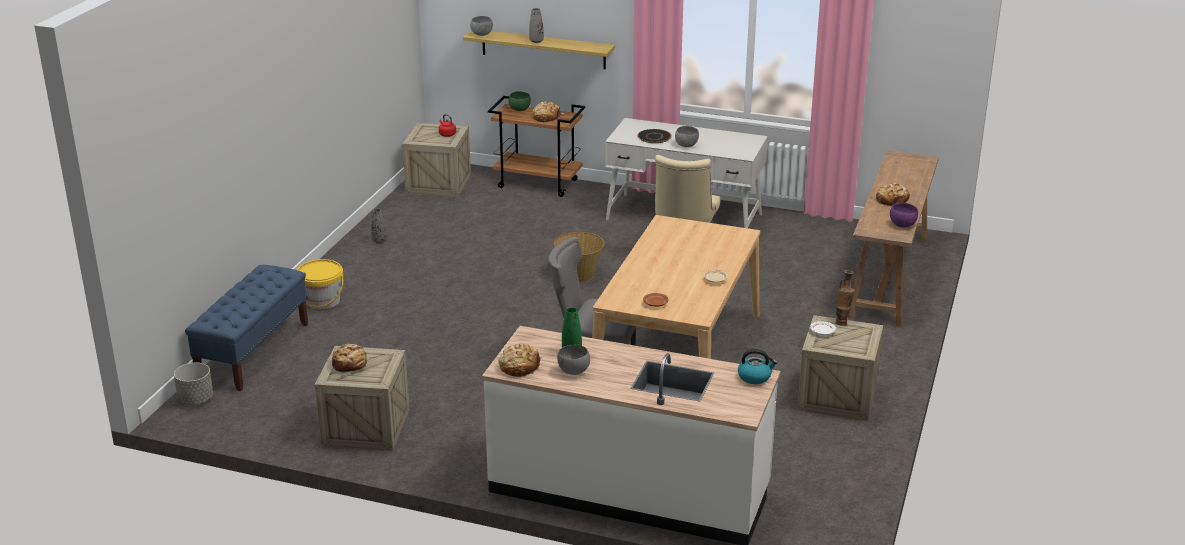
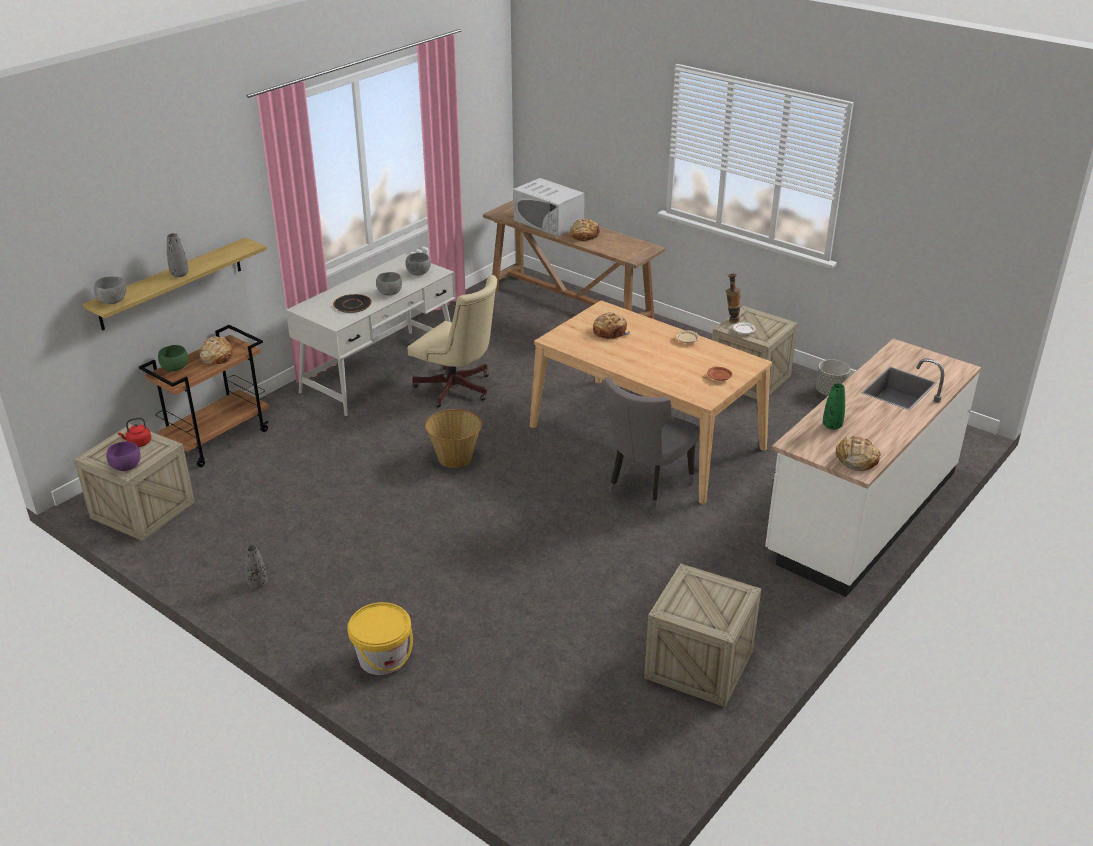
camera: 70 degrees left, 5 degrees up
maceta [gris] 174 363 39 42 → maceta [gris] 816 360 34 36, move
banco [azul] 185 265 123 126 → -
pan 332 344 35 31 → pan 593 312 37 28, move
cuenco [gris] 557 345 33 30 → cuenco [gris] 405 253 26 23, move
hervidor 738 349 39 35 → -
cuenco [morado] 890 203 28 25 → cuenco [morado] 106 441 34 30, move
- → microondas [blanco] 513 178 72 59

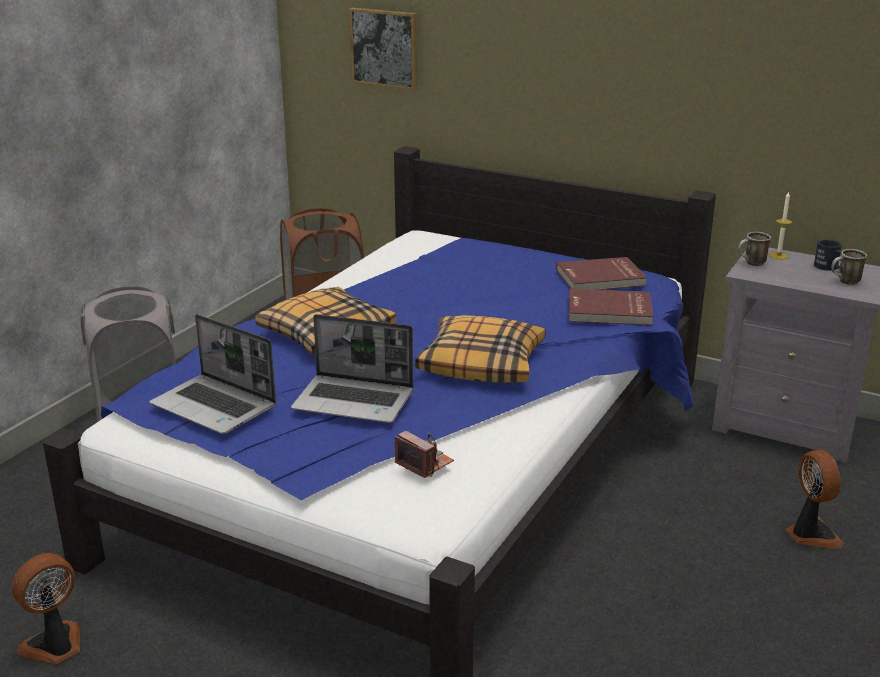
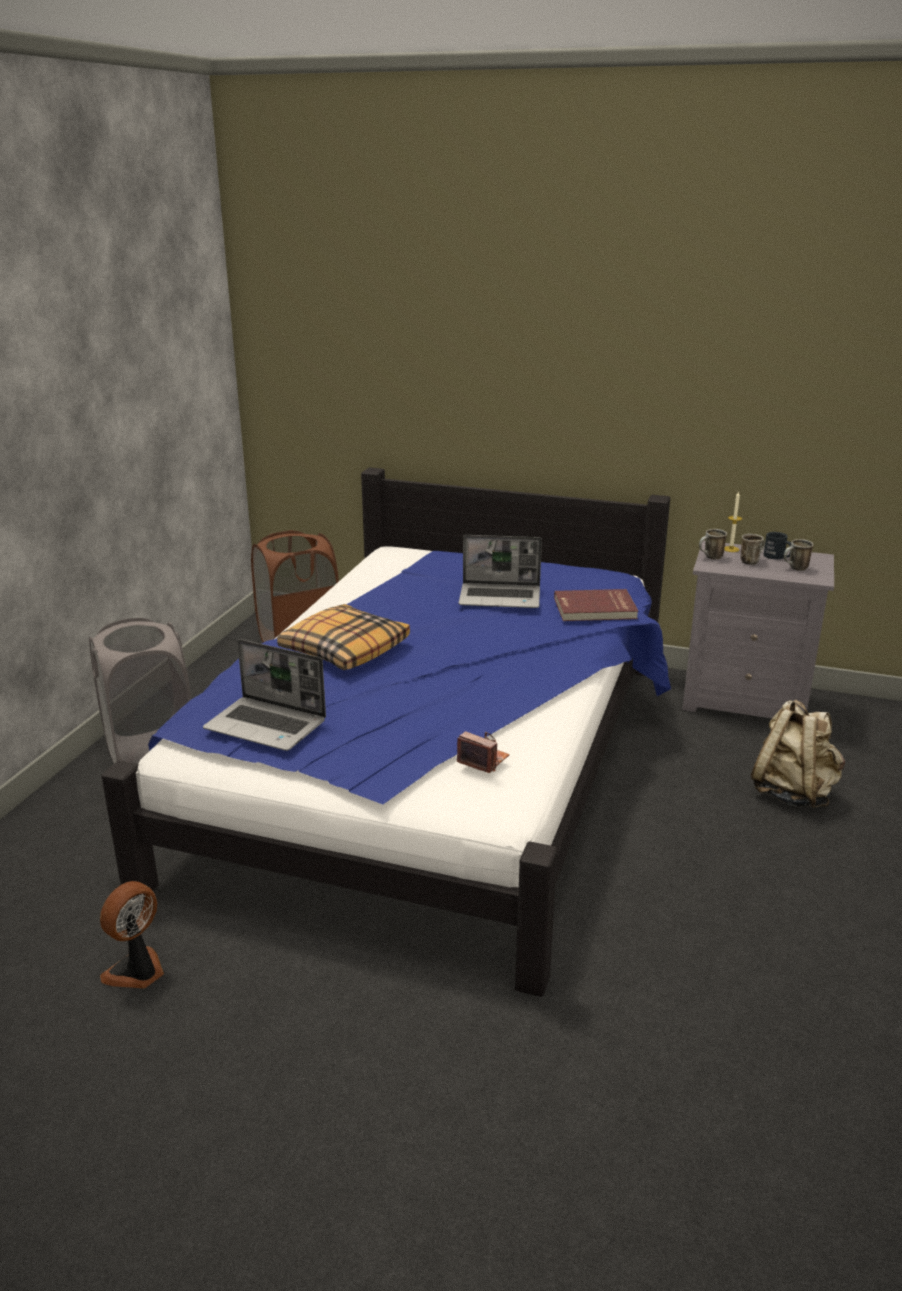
camera: 10 degrees left, 0 degrees up
portátil 291 314 122 109 → portátil 459 535 83 73, move
cuadro 349 8 68 82 → -
cojín 415 315 131 68 → -
libro [rojo] 556 257 91 33 → -
ventilador 786 450 58 98 → mochila [beis] 751 699 94 109
- → taza grande 740 534 25 31

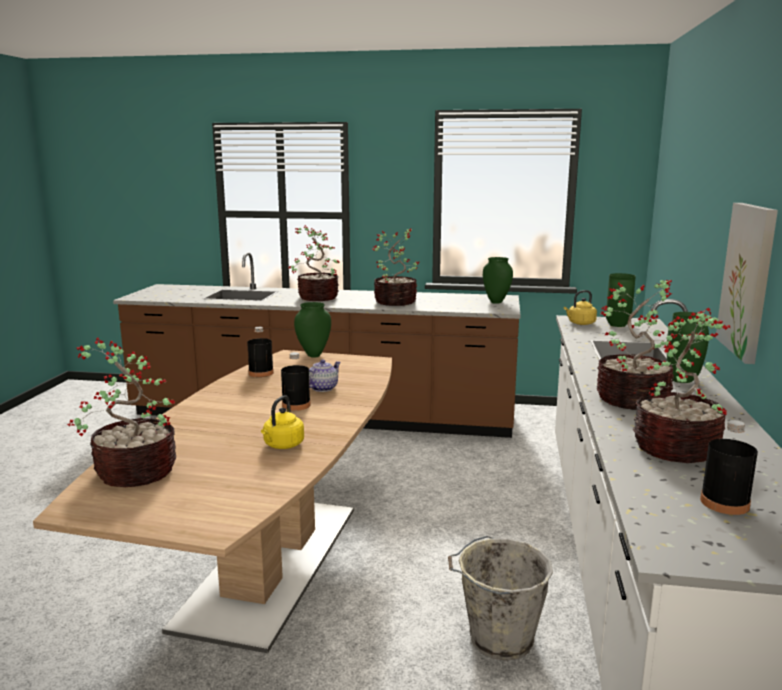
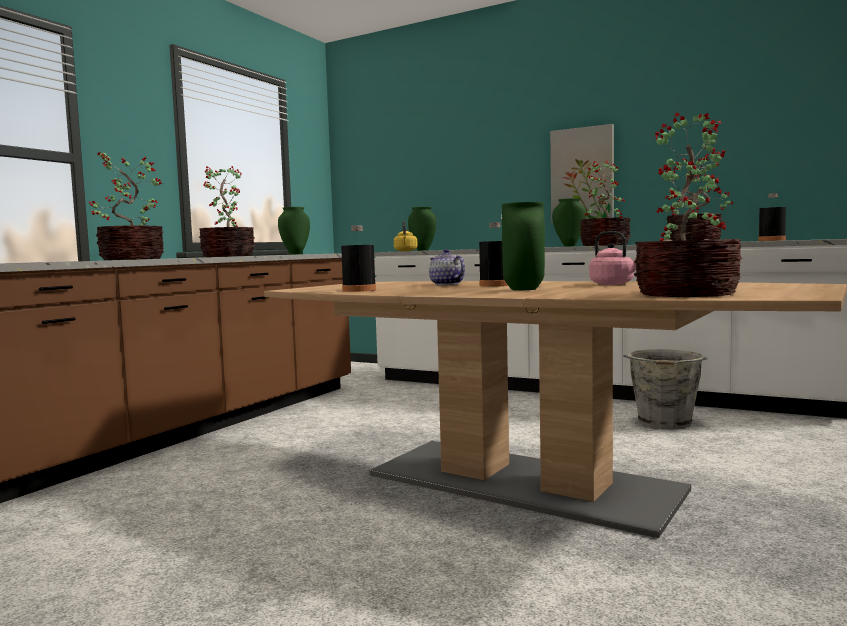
camera: 70 degrees left, 10 degrees down
hervidor [amarillo] 261 395 43 54 → hervidor [rosa] 589 231 48 54
florero [verde] 294 302 37 56 → florero [verde] 502 202 43 88, move

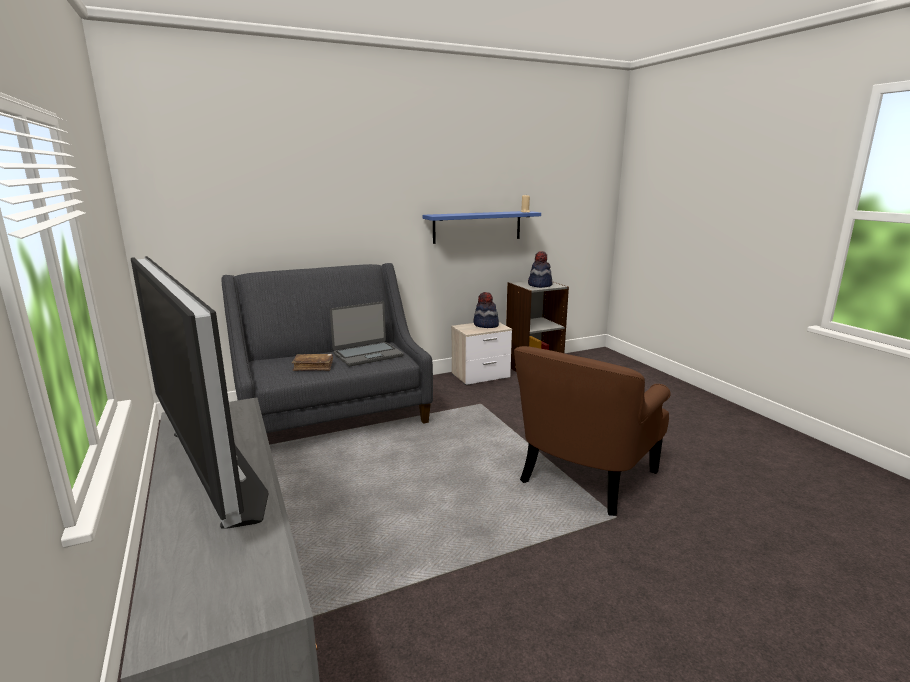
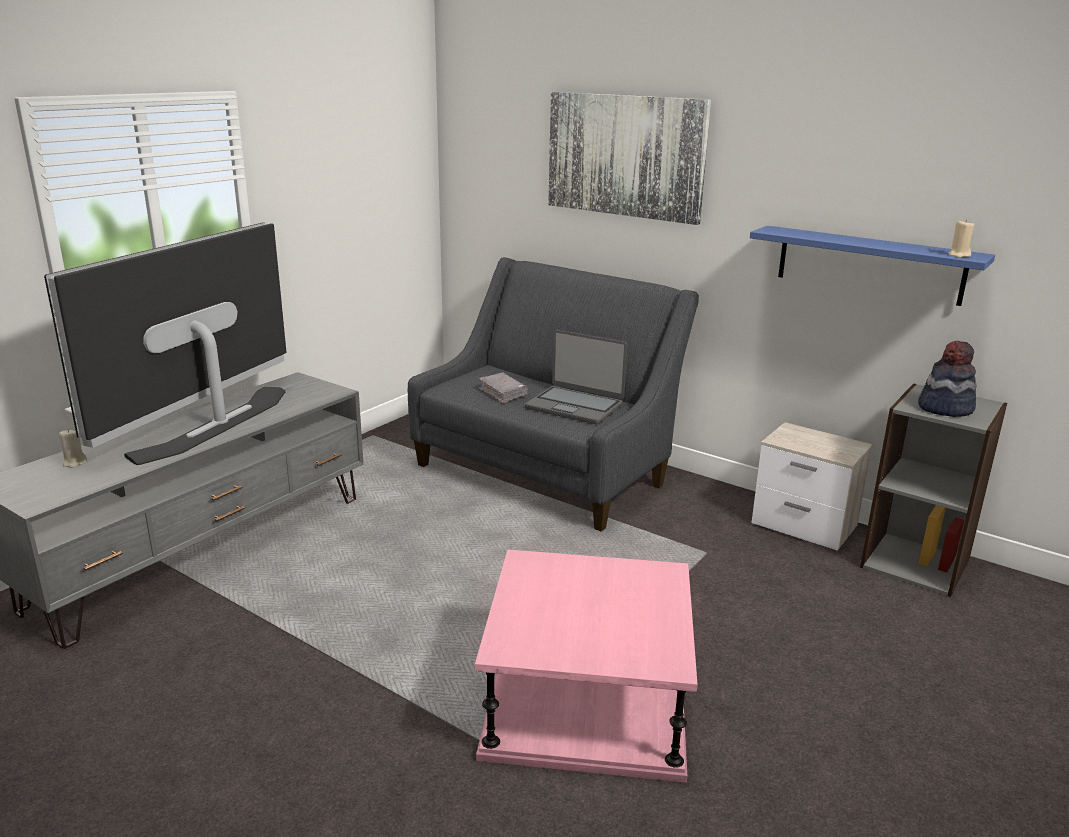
camera: 60 degrees right, 5 degrees up
libro [marrón] 292 354 41 17 → libro [gris] 479 373 49 31
sombrero 474 292 25 36 → -
sillón [marrón] 514 346 157 170 → mesa auxiliar [rosa] 475 549 223 234
- → vela [beis] 59 429 28 39
- → cuadro 548 92 163 133

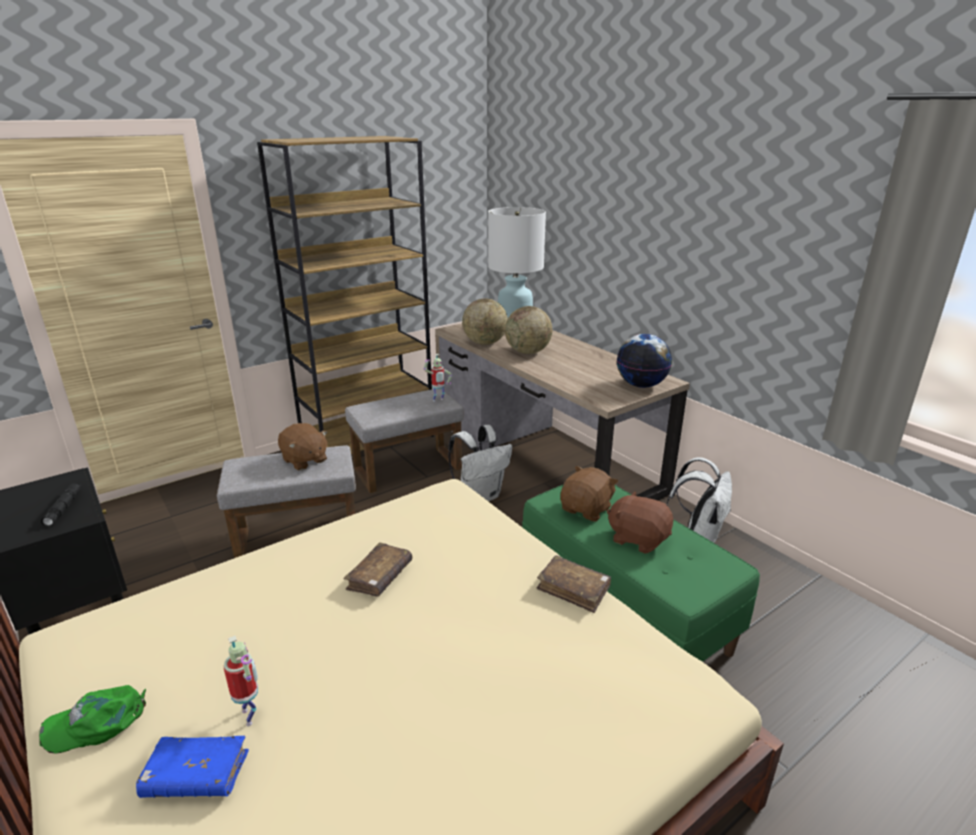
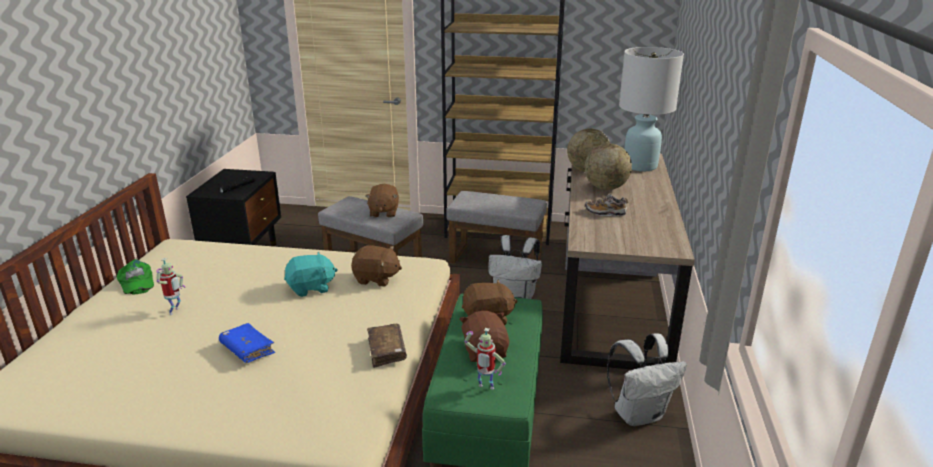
camera: 45 degrees right, 0 degrees up
gorra [verde] 39 685 107 69 → gorra [verde] 117 259 37 35, 150 degrees counterclockwise
libro [azul] 136 736 113 62 → libro [azul] 219 323 56 40, move
libro [marrón] 343 542 69 55 → peluche [turquesa] 284 252 54 45
robot de juguete 423 354 29 48 → robot de juguete 464 328 42 62, move
globo terráqueo 617 334 55 54 → -
- → peluche [marrón] 351 245 51 42
- → zapato 585 194 43 22

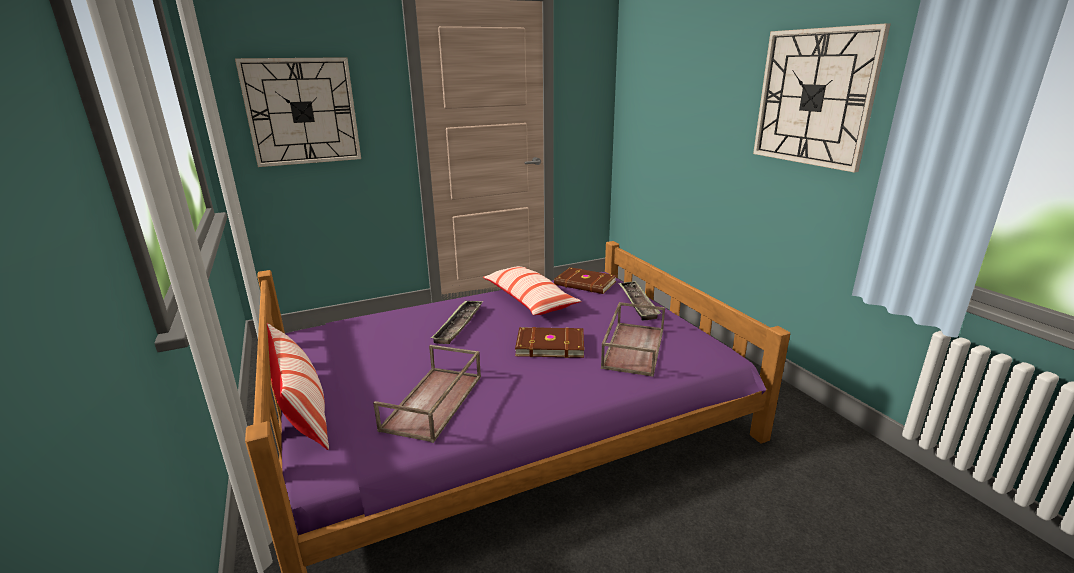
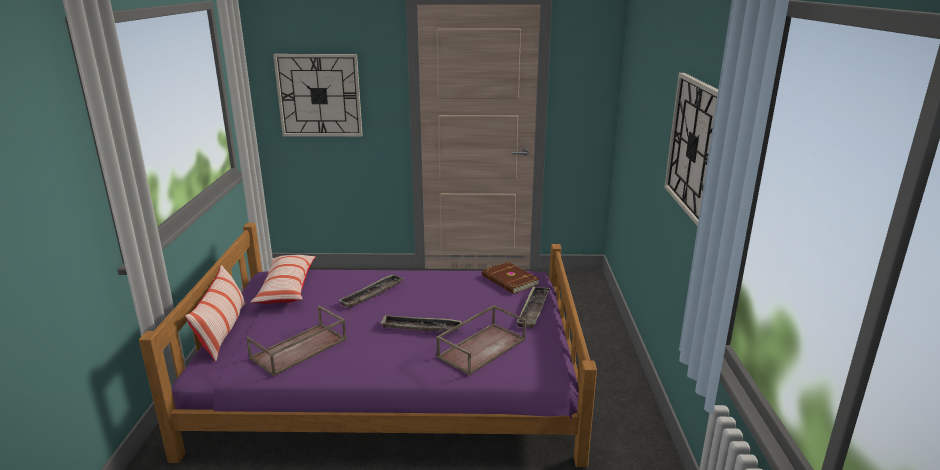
camera: 25 degrees right, 0 degrees up
cojín 483 266 98 49 → cojín 250 255 66 49, move
libro [marrón] 515 327 69 31 → bandeja 380 315 81 17

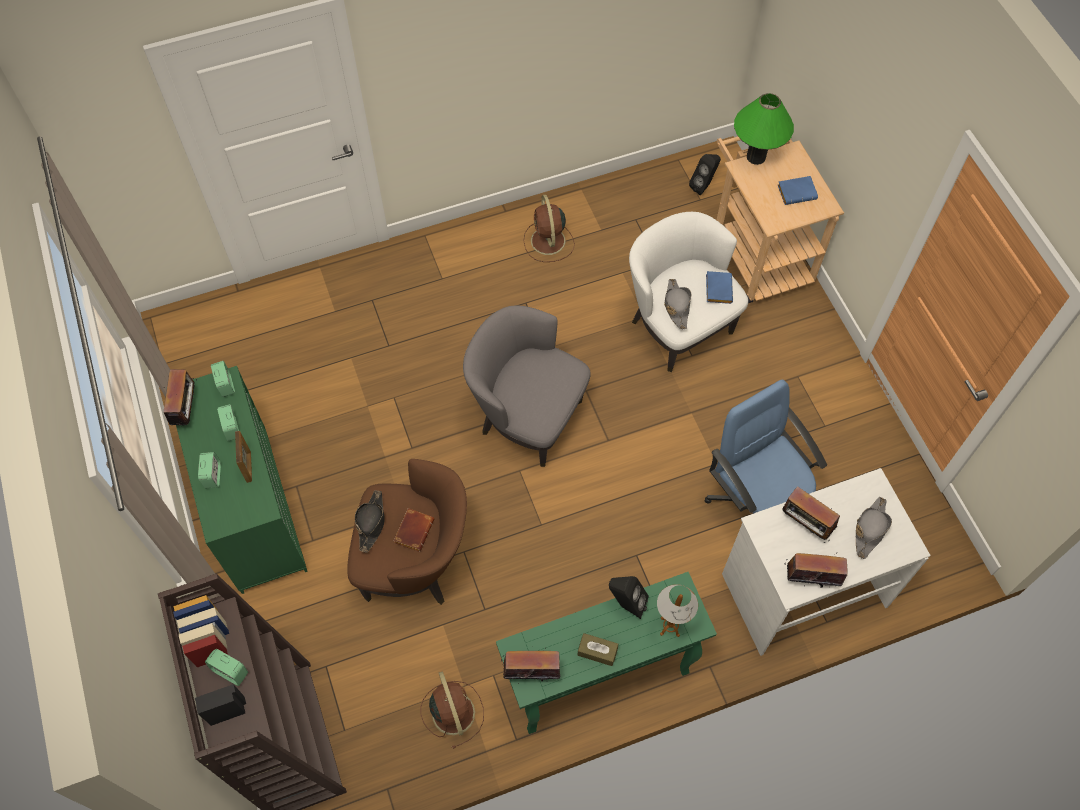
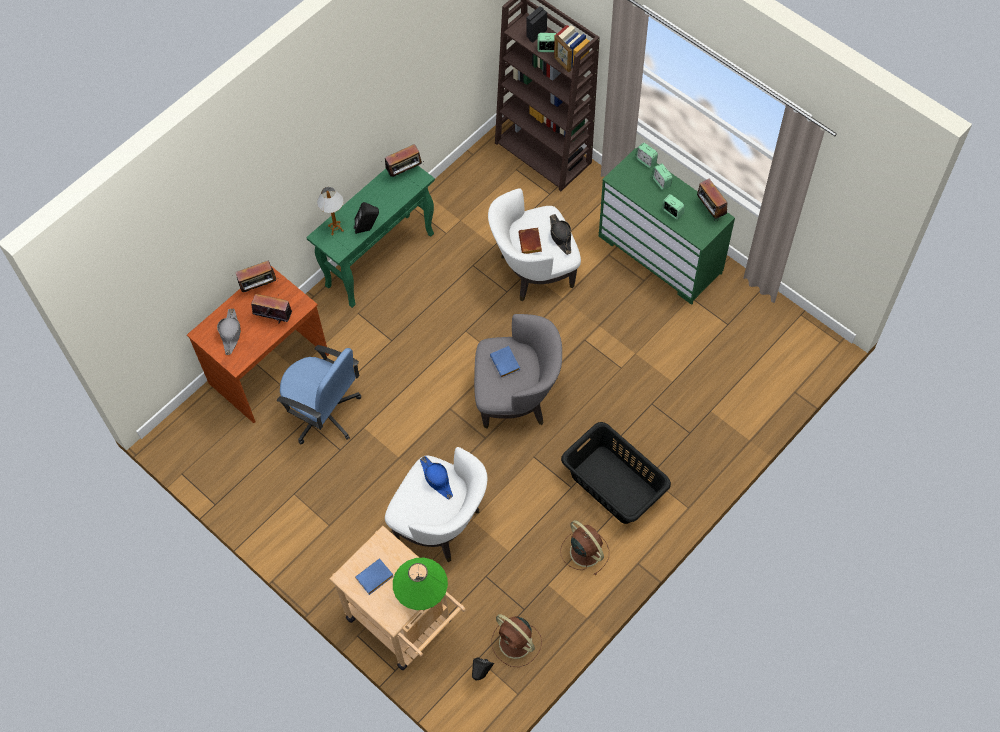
camera: 155 degrees right, 0 degrees up
despertador 211 361 24 36 → despertador 636 143 22 25, move
portarretratos 235 431 17 52 → portarretratos 554 35 18 37, move
sillón [marrón] 347 459 120 146 → sillón [blanco] 488 188 93 114
ventilador [marrón] 421 671 63 78 → ventilador [marrón] 491 614 51 53, move
caja de pañuelos [marrón] 578 633 40 33 → -
sombrero [gris] 664 279 27 50 → sombrero [azul] 420 456 33 43
libro [azul] 706 271 27 33 → libro [azul] 490 346 30 32, move
escritorio [blanco] 722 468 208 188 → escritorio [marrón] 187 266 142 157
- → cesto de la ropa [negro] 561 422 110 102

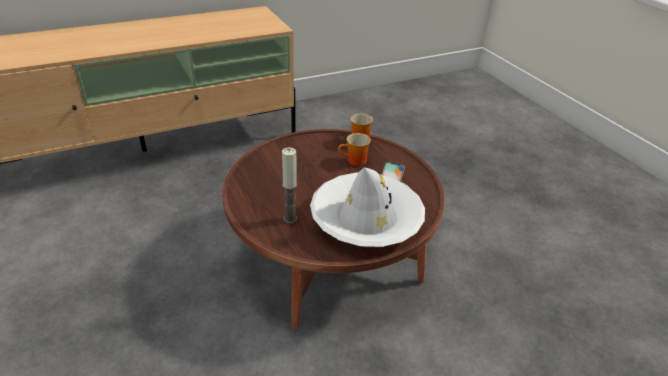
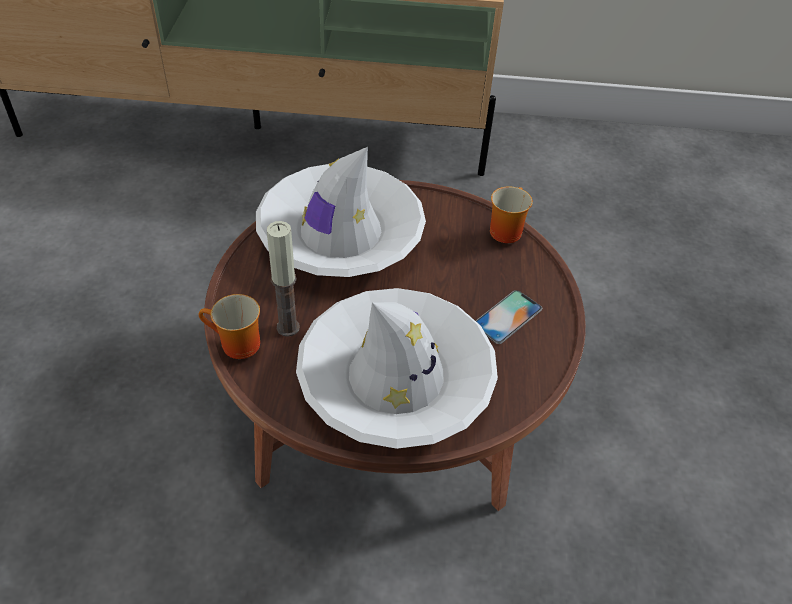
camera: 30 degrees right, 10 degrees up
taza grande 338 133 33 33 → taza grande 199 294 61 65, move
- → sombrero [blanco] 256 147 170 130

